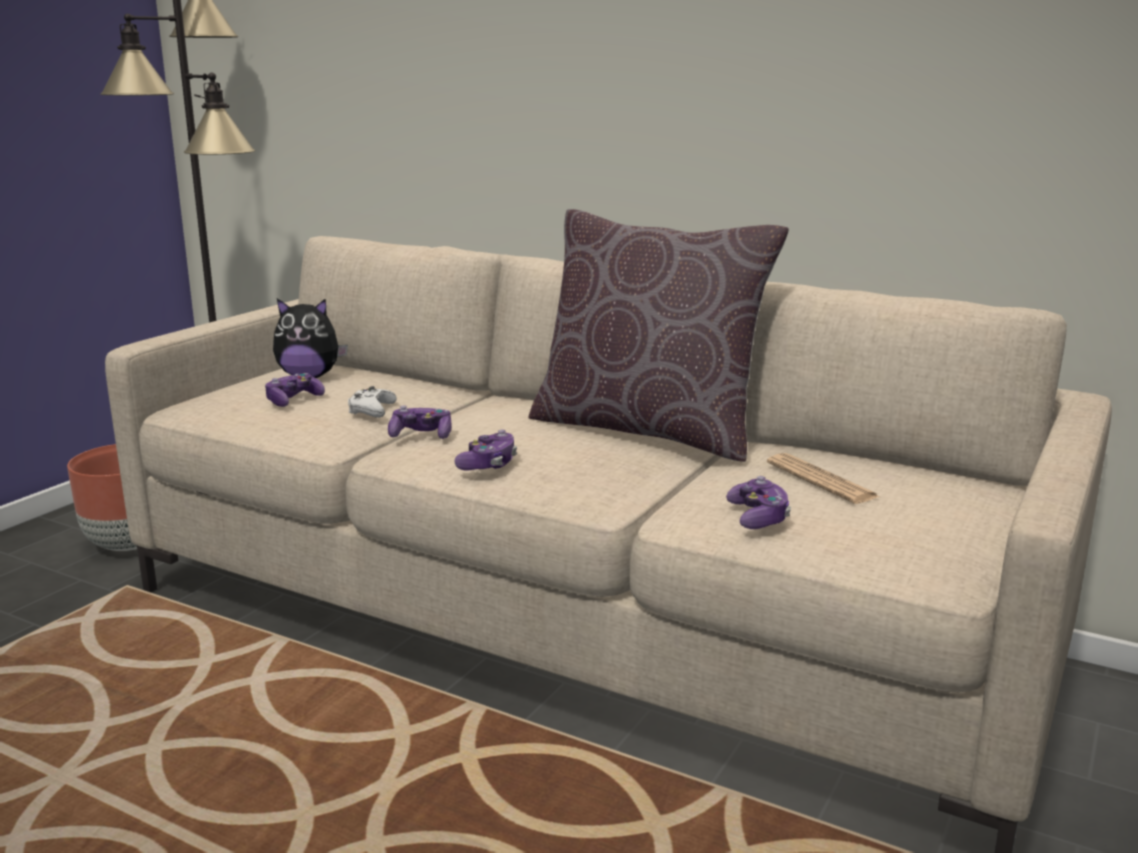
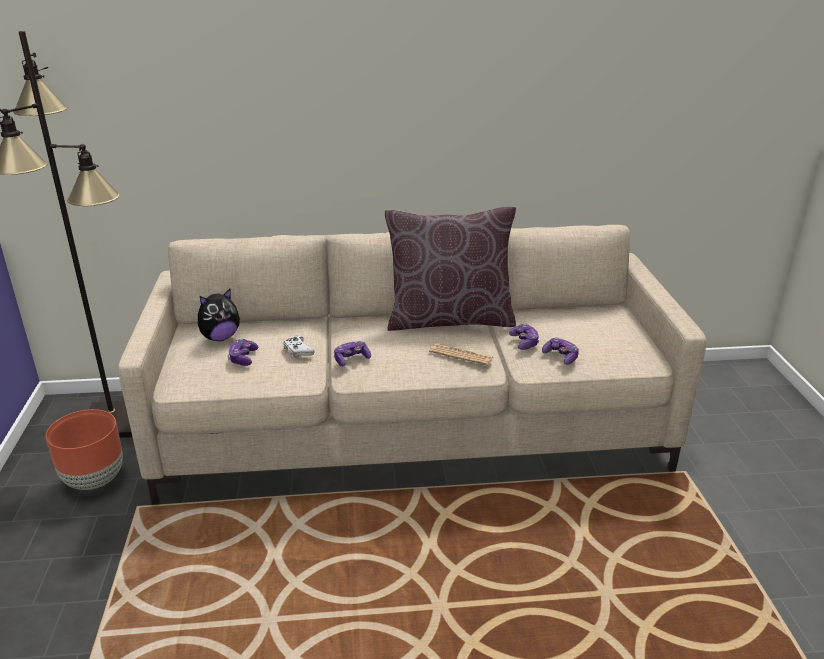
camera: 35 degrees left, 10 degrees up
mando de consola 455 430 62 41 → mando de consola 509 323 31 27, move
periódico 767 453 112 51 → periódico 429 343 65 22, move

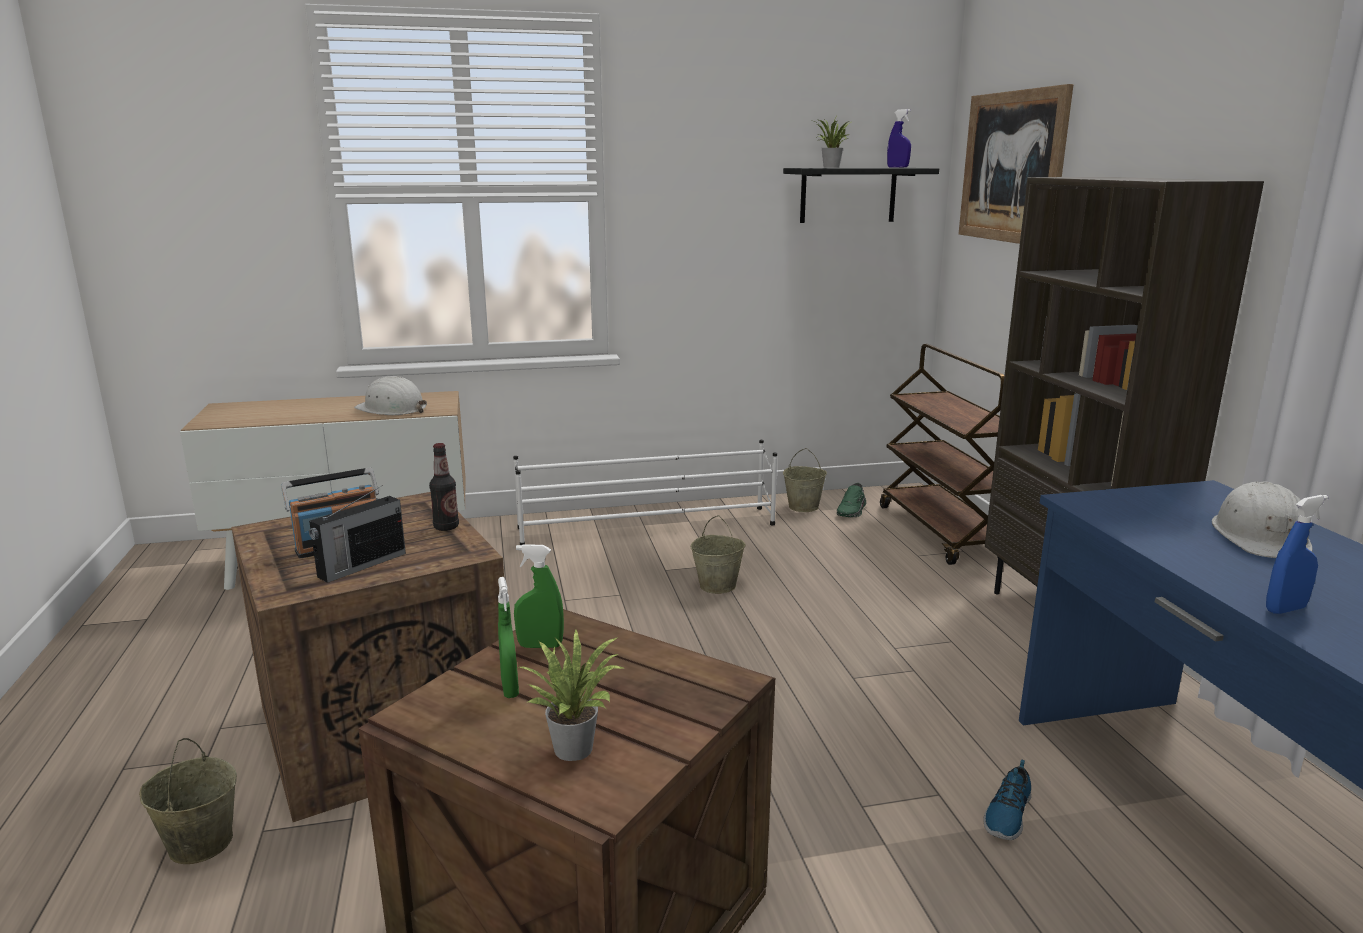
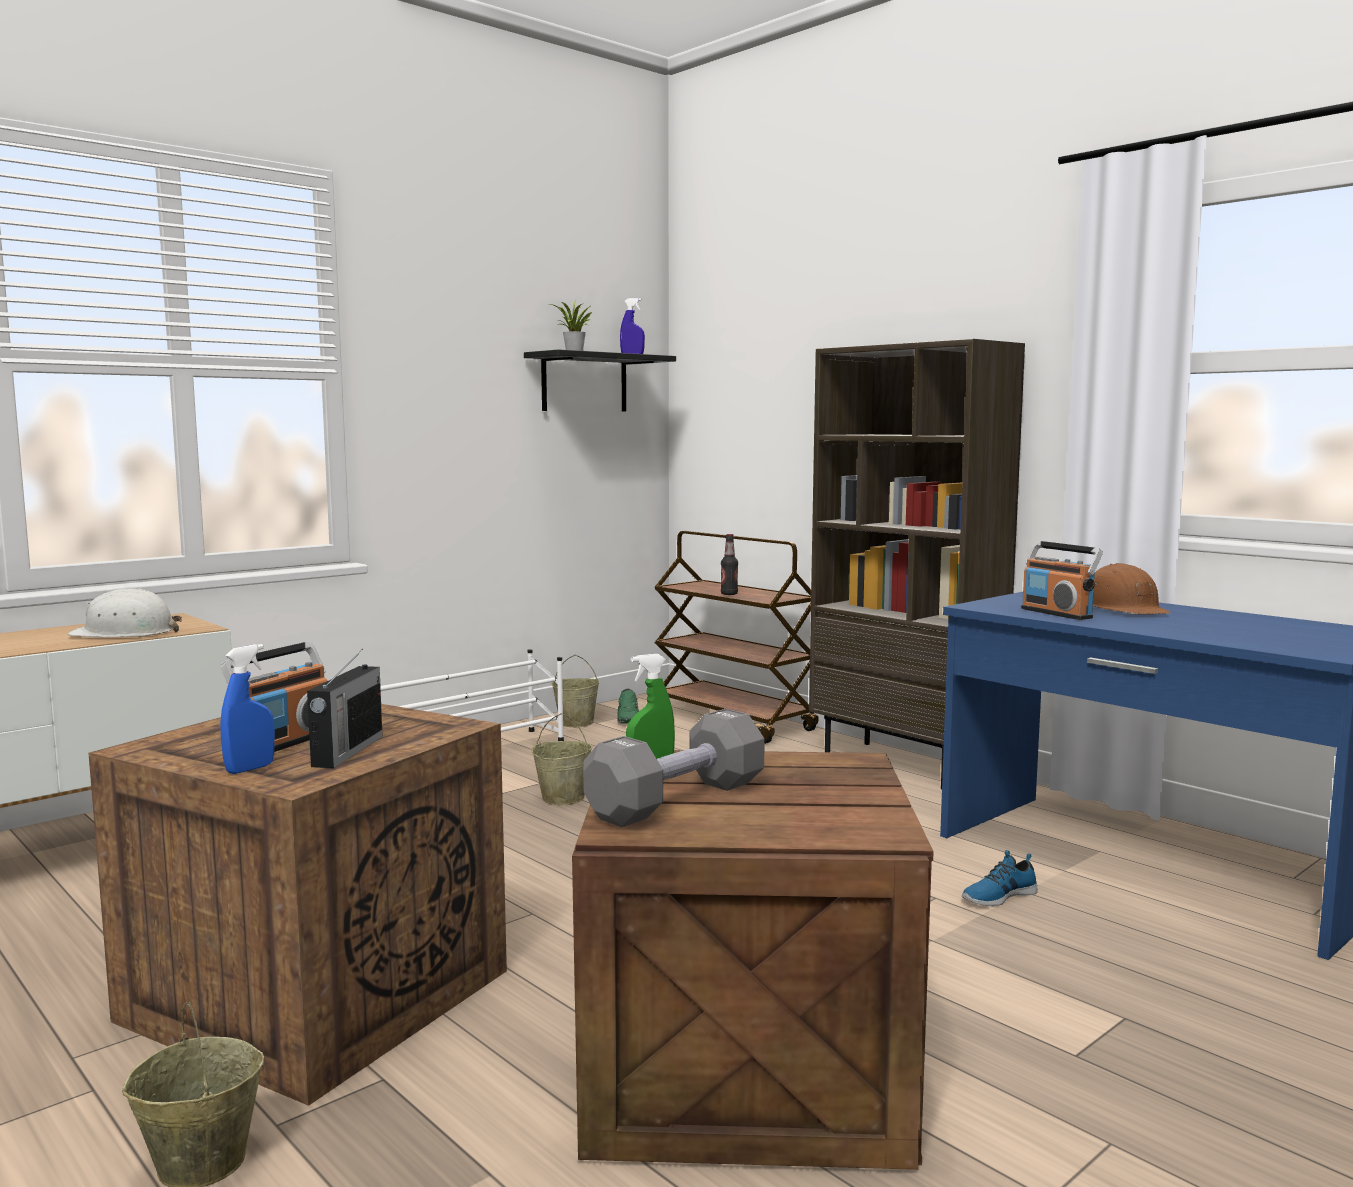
camera: 30 degrees left, 10 degrees down
botella 429 443 30 88 → botella 721 534 17 61, move
pulverizador [verde] 498 577 21 121 → mancuerna [gris] 583 709 182 118
planta en maceta 519 630 107 131 → -
cuadro 959 84 115 160 → -
zapato 983 760 48 80 → zapato 962 850 76 56, 60 degrees clockwise
casco [blanco] 1212 481 100 77 → casco [marrón] 1093 563 78 51
pulverizador [azul] 1266 495 62 119 → pulverizador [azul] 220 644 55 130, move
- → radio 1021 541 82 79

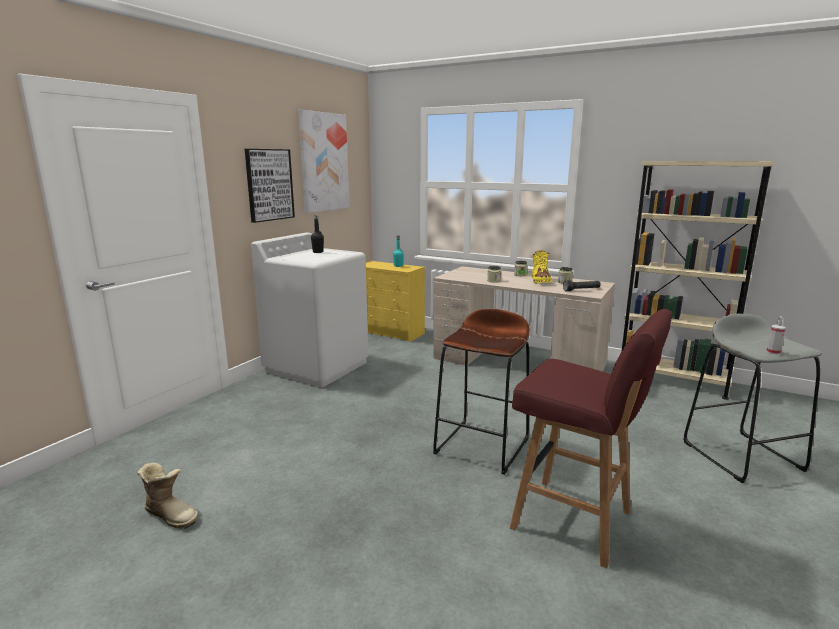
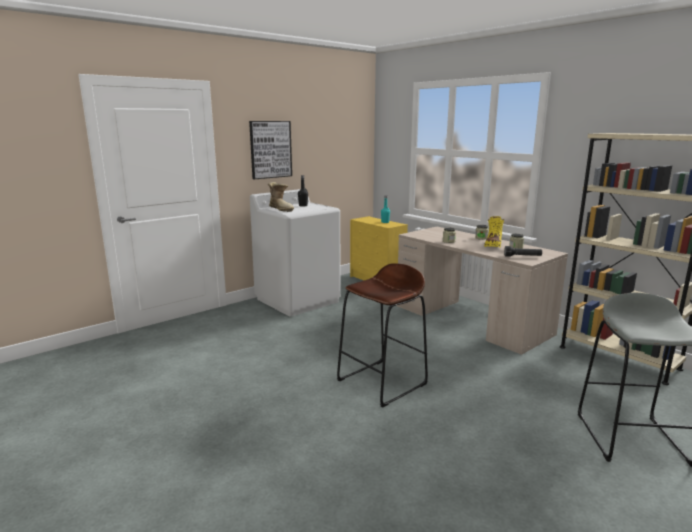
camera: 20 degrees right, 0 degrees up
bota 137 463 62 66 → bota 268 182 26 30, move
cuadro 298 110 52 103 → -
taburete [rojo] 510 309 162 259 → -
pulverizador 766 316 20 39 → -

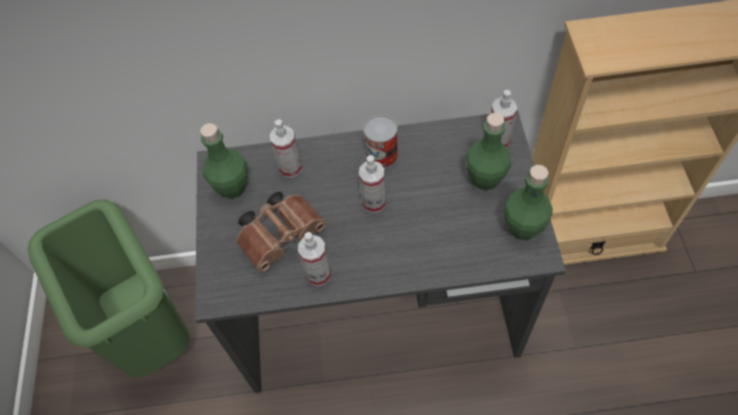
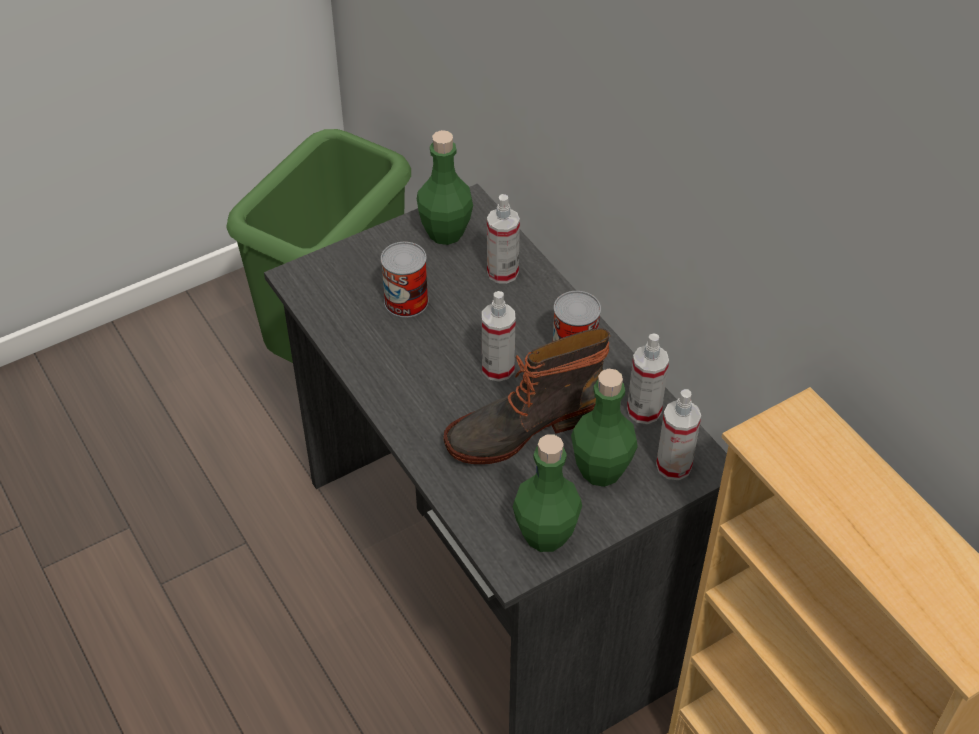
camera: 60 degrees right, 10 degrees down
prismáticos [marrón] 236 191 90 81 → lata 381 242 48 76
pulverizador 298 232 33 54 → pulverizador 627 334 42 90, move
- → bota 443 328 167 136

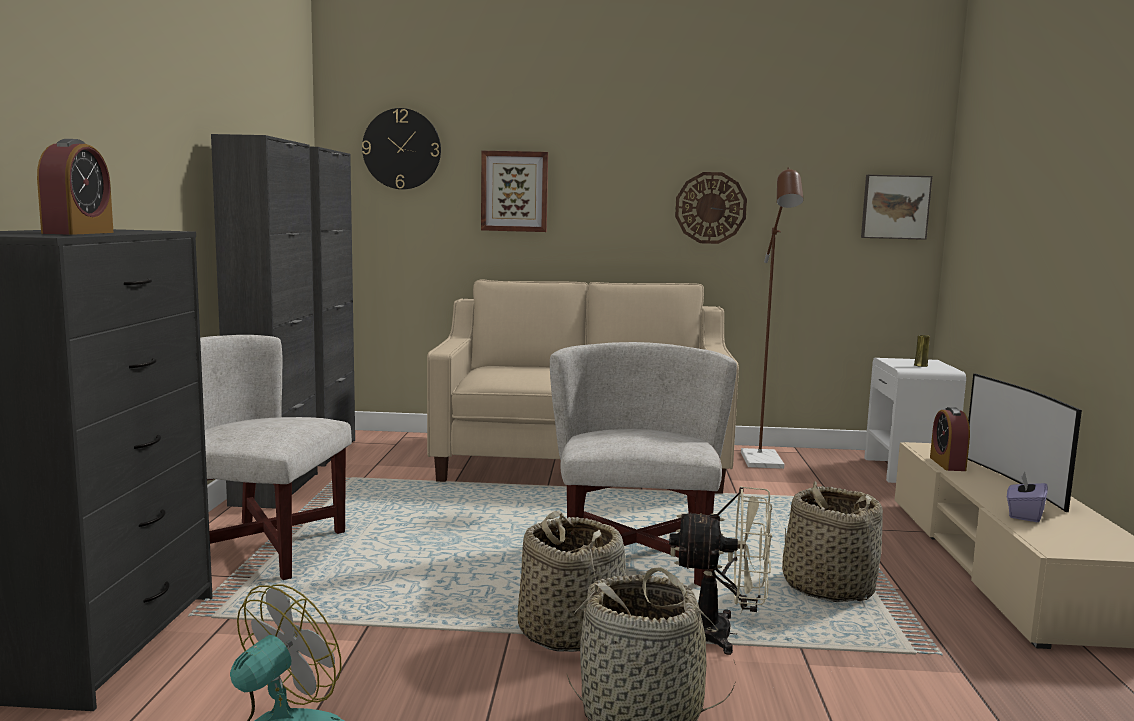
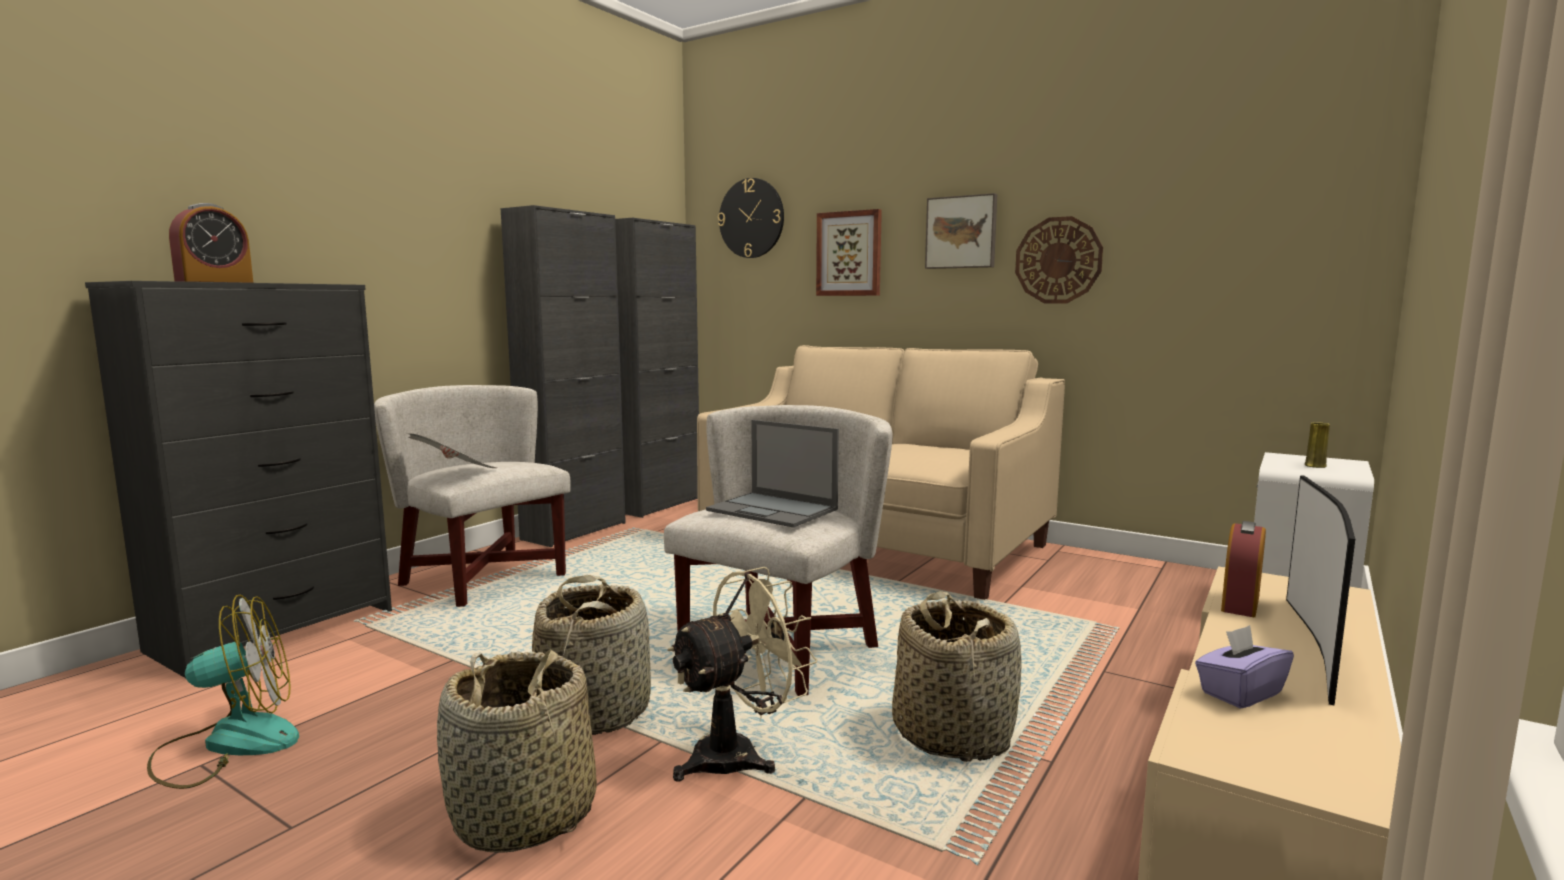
camera: 30 degrees right, 0 degrees up
ventilador [beis] 669 486 103 169 → ventilador [beis] 667 567 151 215, 75 degrees counterclockwise
lámpara de pie [marrón] 741 167 62 302 → -
cuadro 861 175 71 65 → cuadro 925 193 72 76, move
- → periódico 409 434 88 34
- → portátil 706 420 133 108

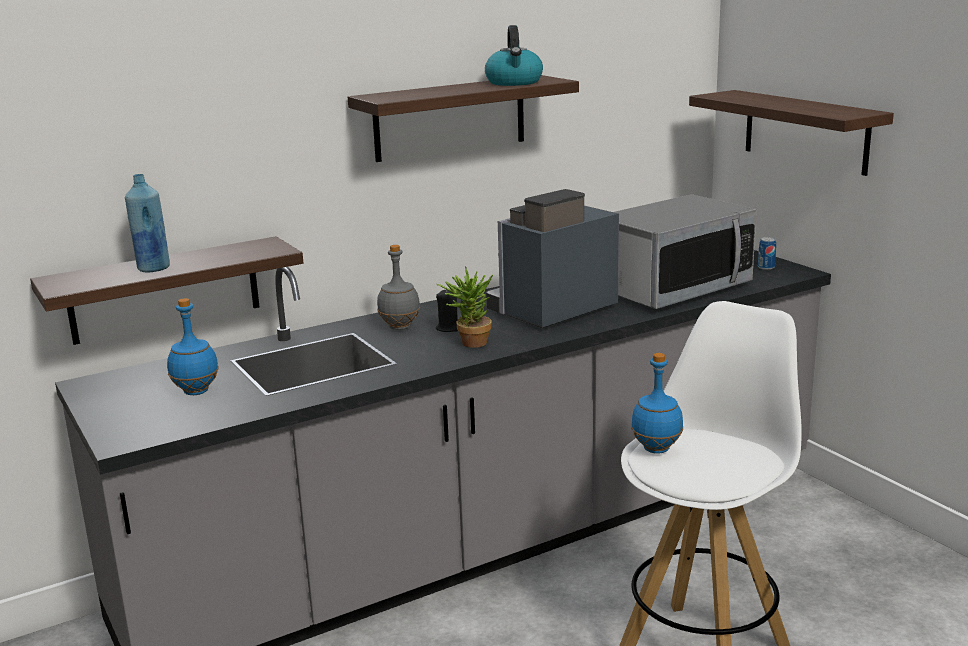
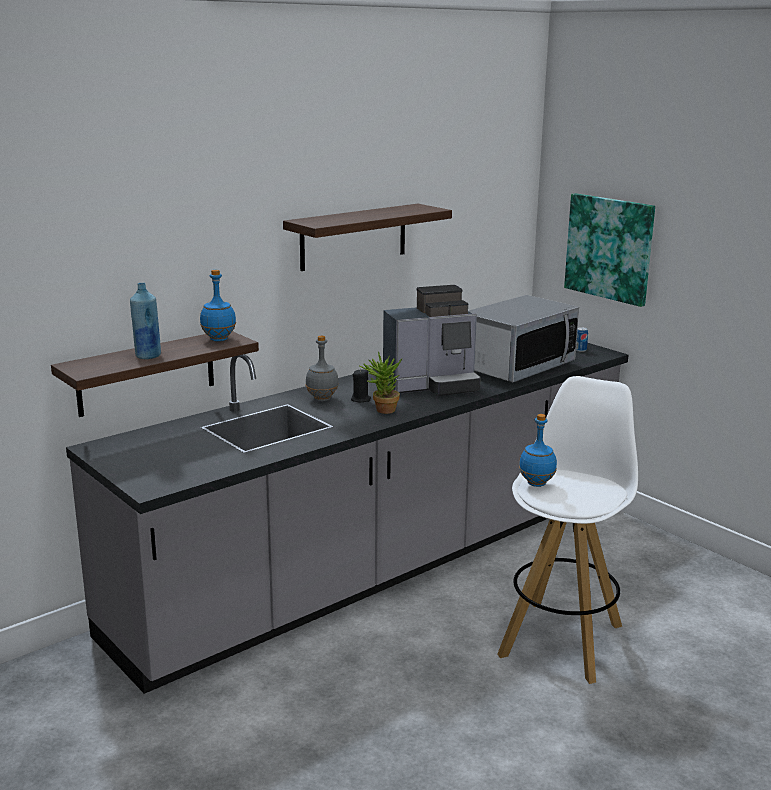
camera: 10 degrees left, 0 degrees up
botella [azul] 167 298 52 97 → botella [azul] 200 270 36 71, move
hervidor 485 25 58 61 → -
cafetera 486 189 133 139 → cafetera 383 285 98 111, 150 degrees counterclockwise
estante 689 90 205 86 → cuadro 564 193 91 114

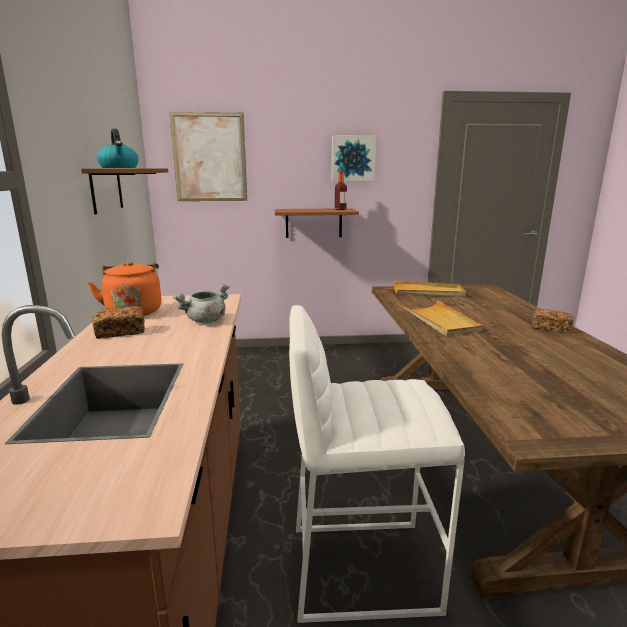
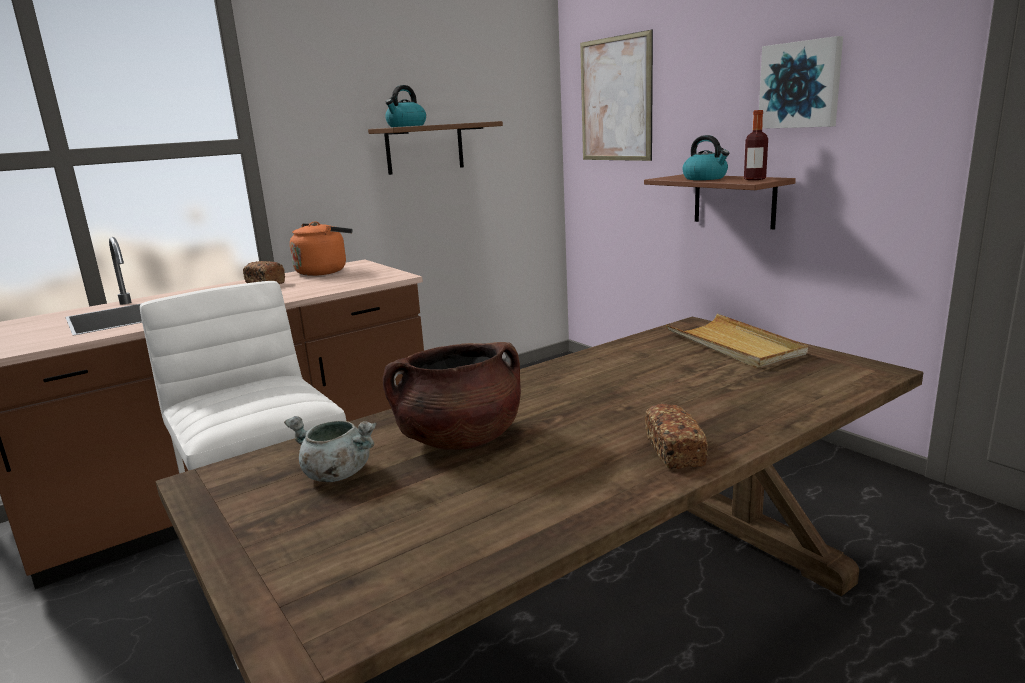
camera: 60 degrees right, 0 degrees up
olla [gris] 173 284 56 39 → olla [gris] 284 416 93 66, move
bandeja [beis] 401 301 83 35 → -
- → olla [marrón] 383 342 138 108
- → hervidor 682 135 47 45

